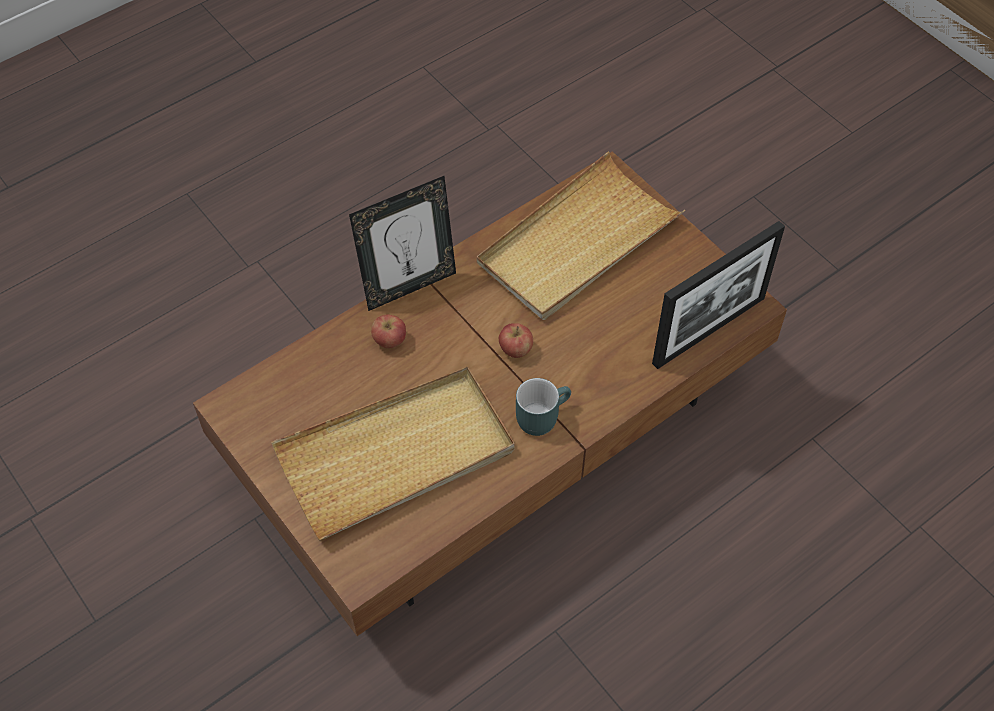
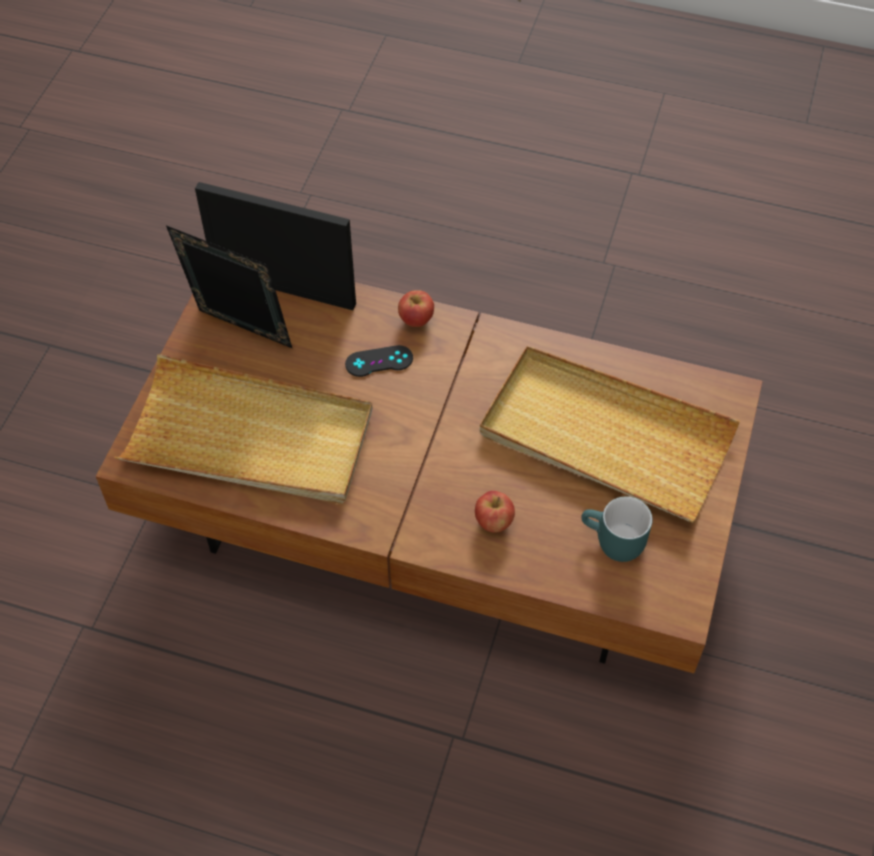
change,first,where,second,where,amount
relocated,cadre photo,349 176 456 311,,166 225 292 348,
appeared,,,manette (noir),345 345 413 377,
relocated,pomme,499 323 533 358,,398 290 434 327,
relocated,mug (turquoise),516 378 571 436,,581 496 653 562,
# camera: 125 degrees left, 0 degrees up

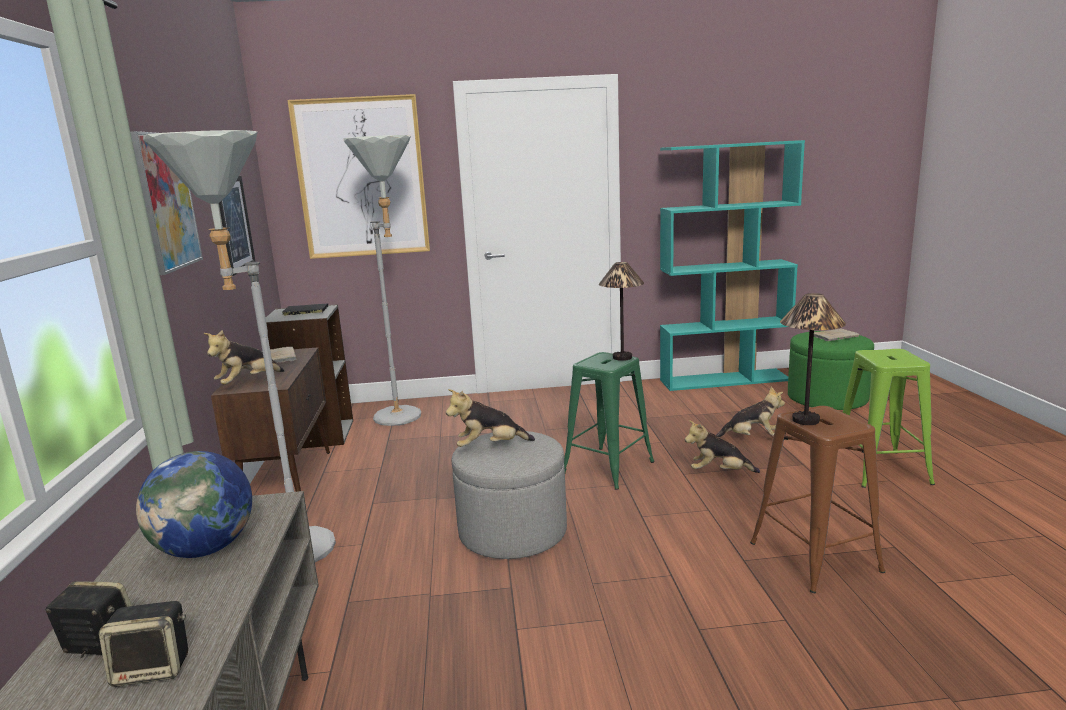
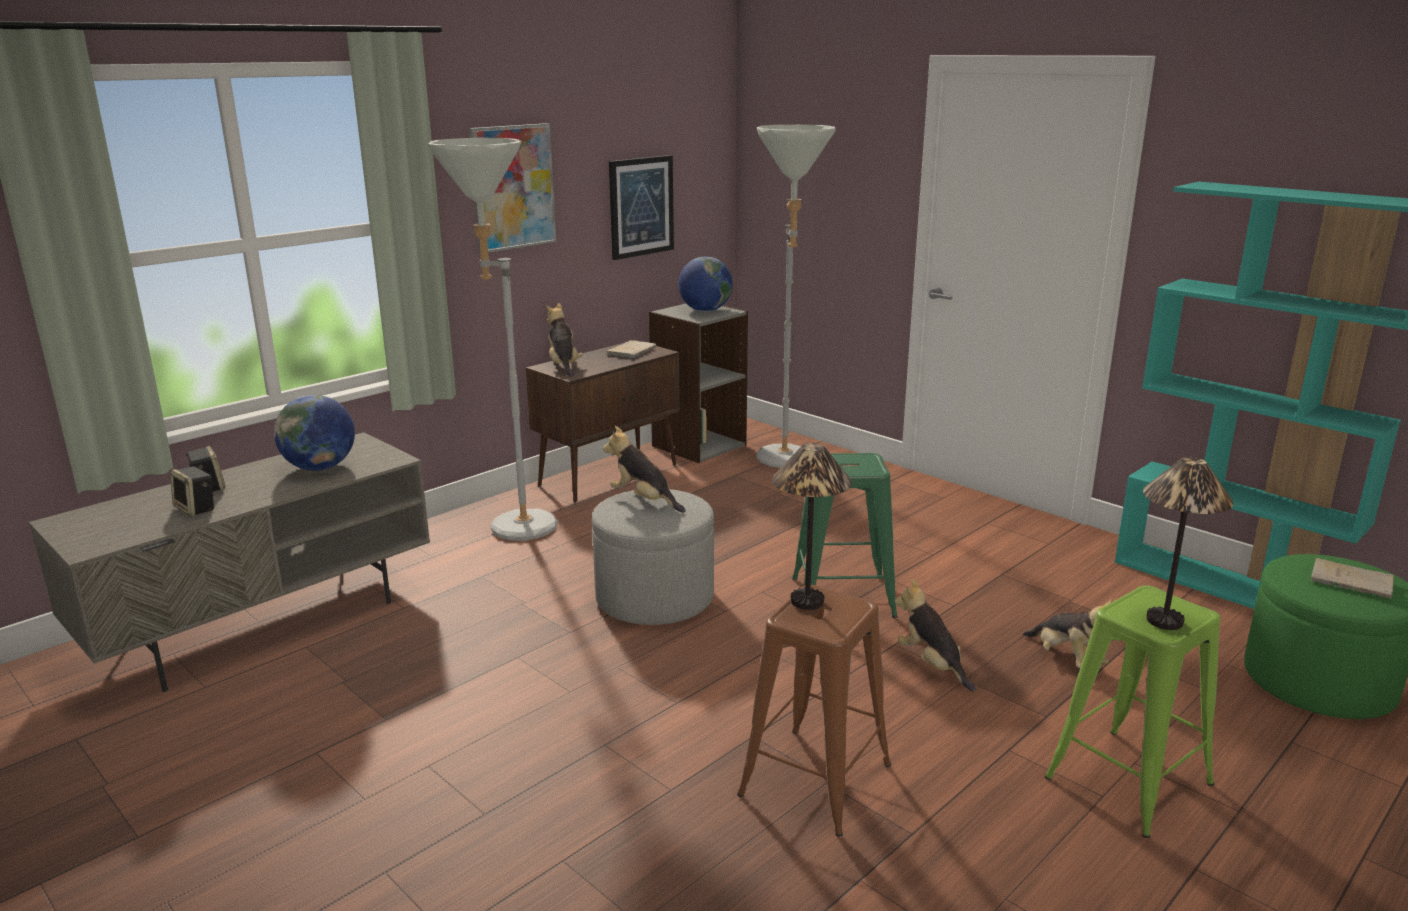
change,first,where,second,where,amount
spun,peluche,204 330 284 385,,546 303 583 377,75 degrees clockwise
exchanged,livre (noir),282 304 328 316,globe,678 257 733 312,
relocated,lampe de table,599 262 644 361,,1143 457 1233 630,
missing,tableau,287 94 430 259,,,
# camera: 50 degrees right, 5 degrees up

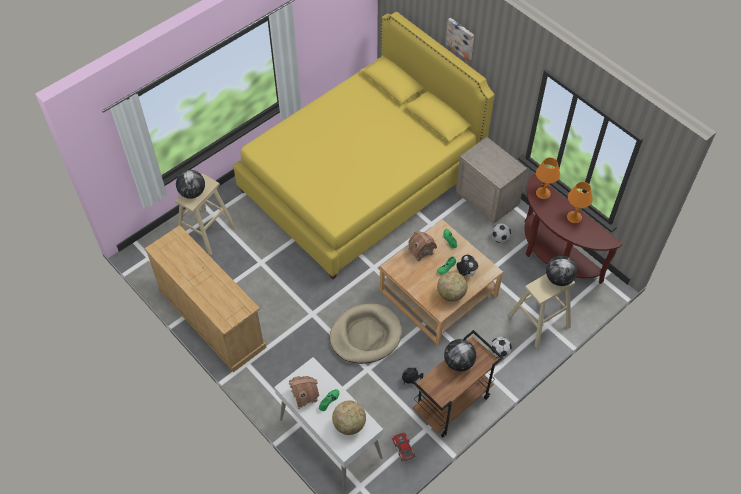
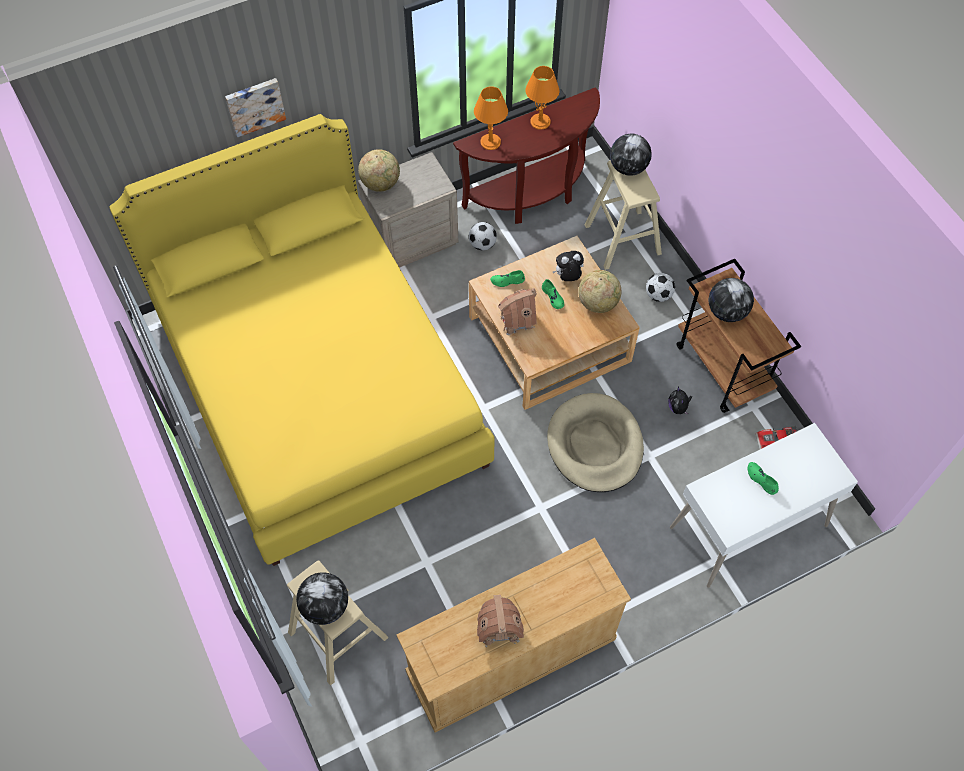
change,first,where,second,where,amount
relocated,globe,332 401 366 435,,358 149 400 192,
relocated,maison miniature,289 376 319 409,,477 595 524 647,
# camera: 75 degrees left, 5 degrees up

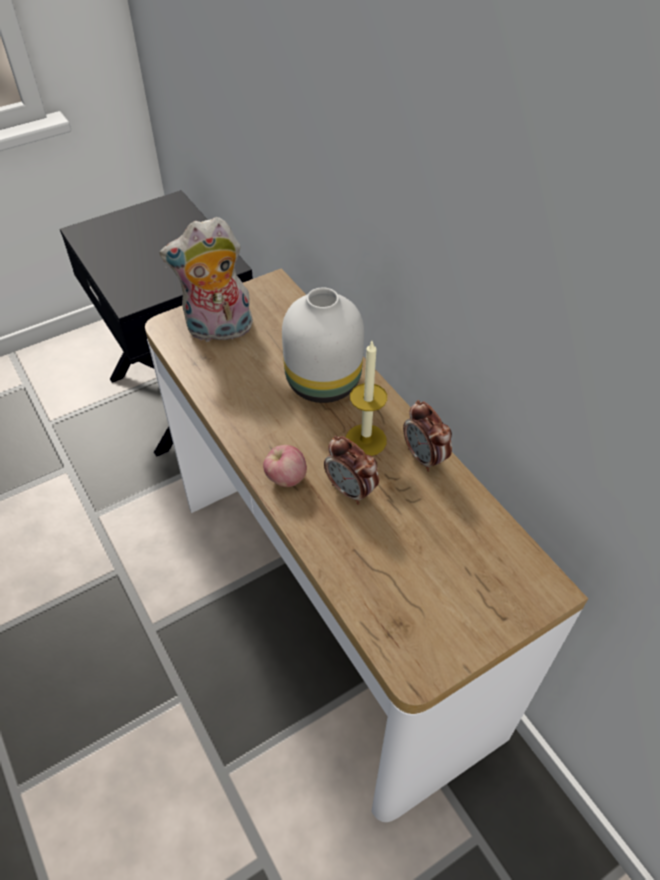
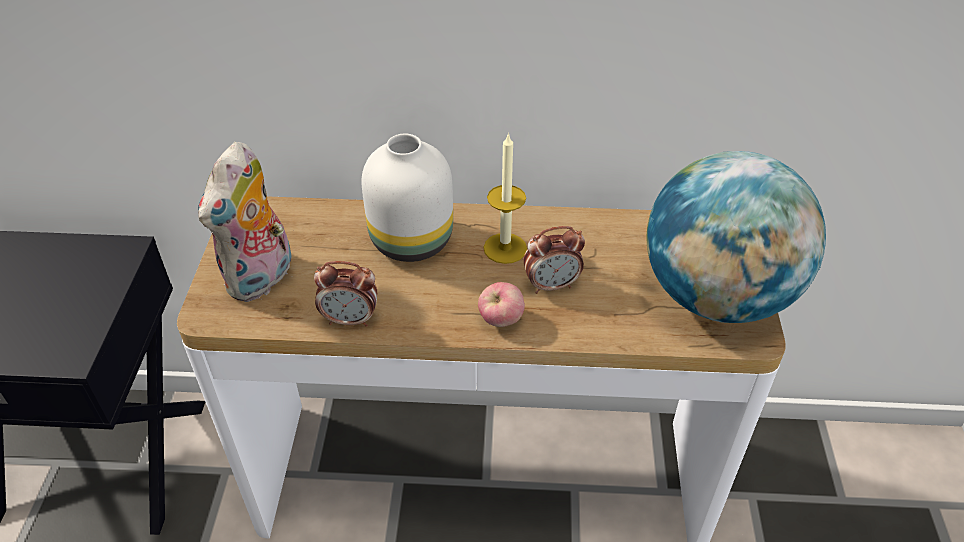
change,first,where,second,where,amount
relocated,réveil,403 400 452 472,,314 261 377 327,
appeared,,,globe,646 151 826 323,
# camera: 55 degrees left, 5 degrees down

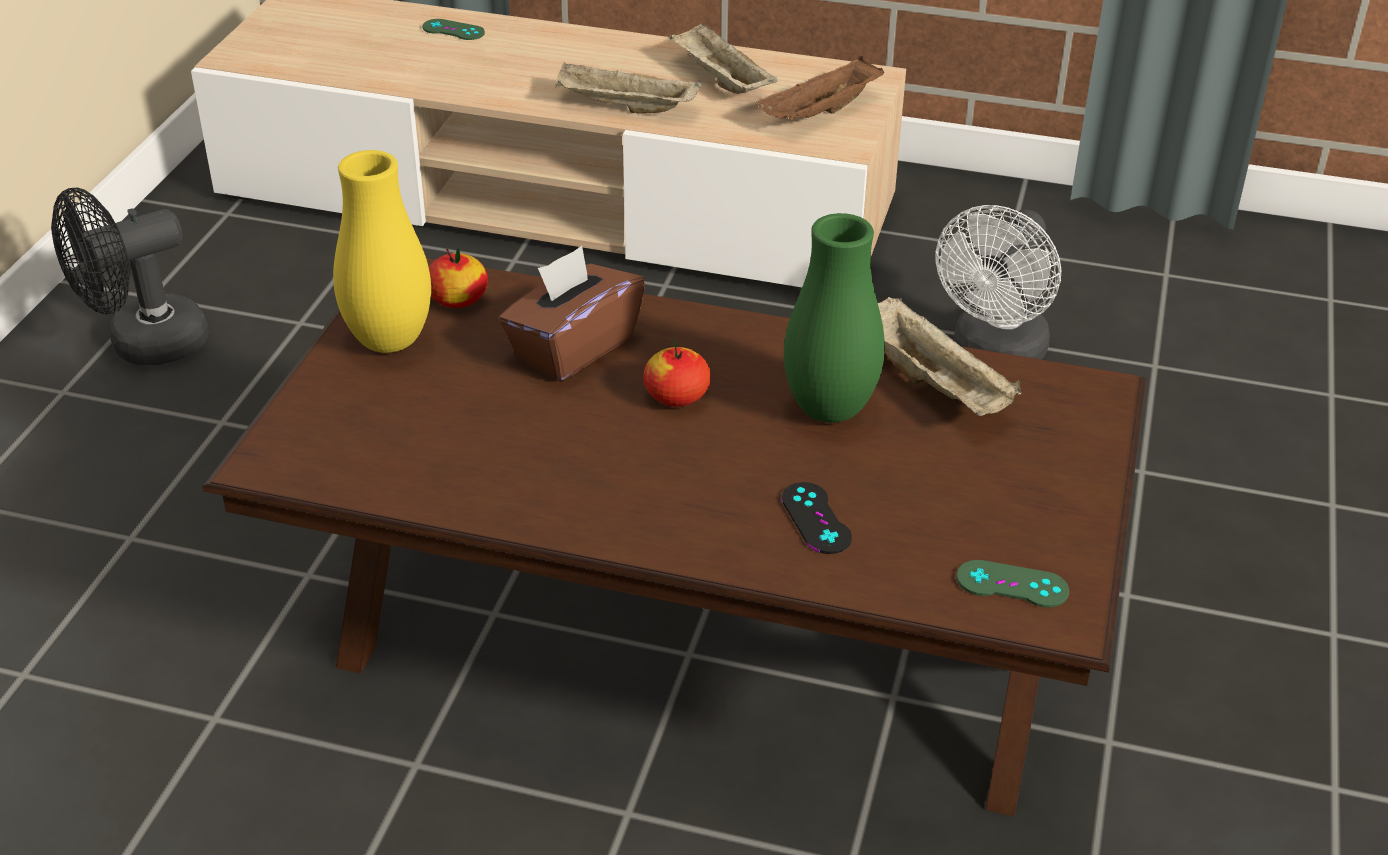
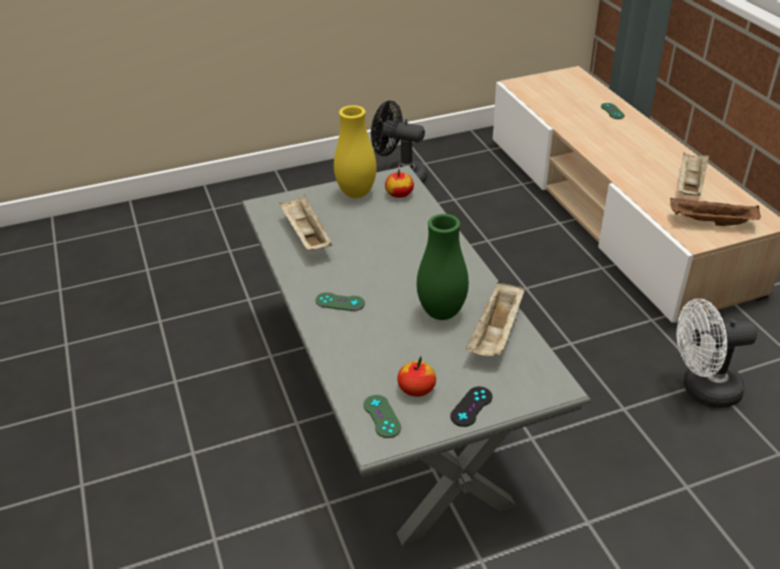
change,first,where,second,where,amount
colour,table basse (marron),202 258 1146 817,table basse (gris),241 166 591 546,
relocated,plateau (beige),555 62 701 114,,279 195 333 250,
appeared,,,manette (vert),316 292 365 311,
relocated,pomme,643 337 711 407,,397 356 436 397,
relocated,manette (noir),781 482 852 554,,450 387 492 427,
missing,boîte à mouchoirs (marron),499 246 645 381,,,
# camera: 55 degrees right, 0 degrees up

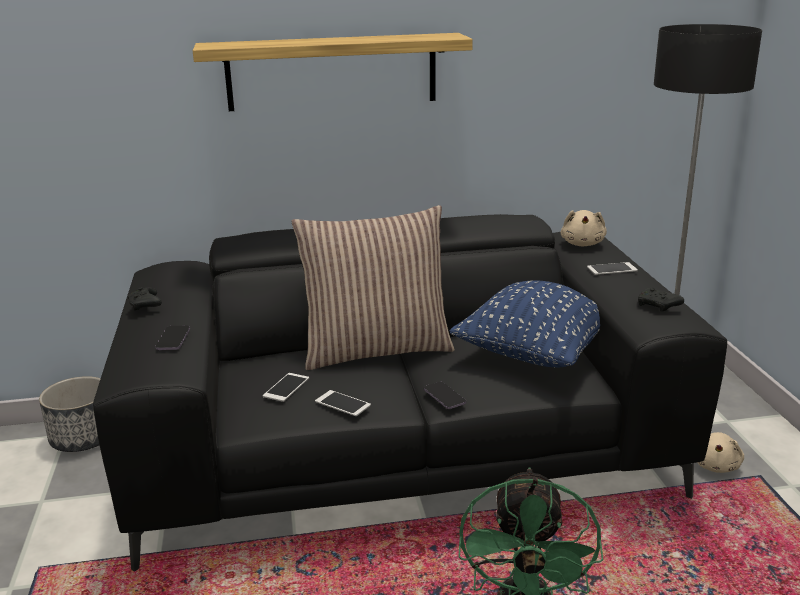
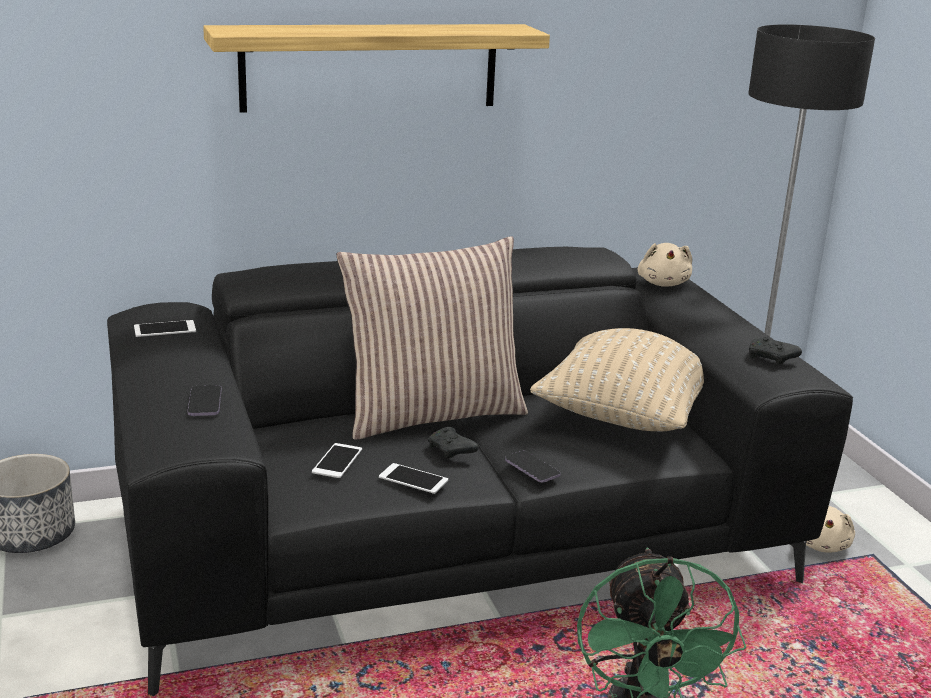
change,first,where,second,where,amount
relocated,téléphone,587 262 638 275,,134 320 196 337,
relocated,manette (noir),127 287 162 310,,428 427 479 458,
colour,coussin (bleu),450 281 600 367,coussin (beige),530 328 704 431,
# camera: 10 degrees left, 0 degrees up

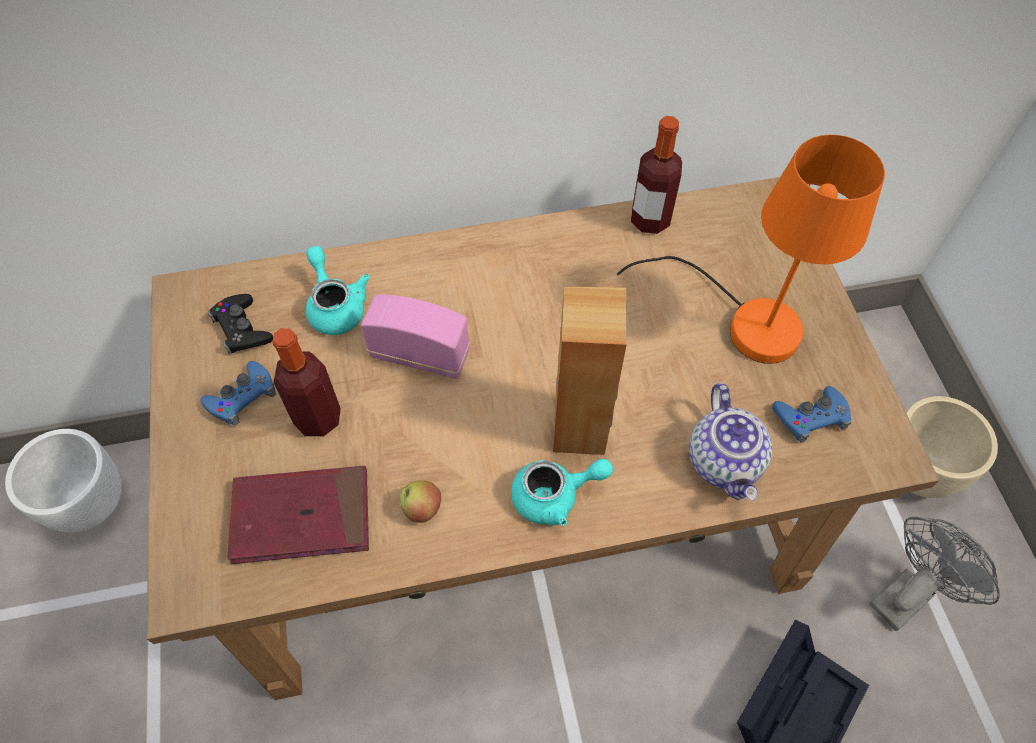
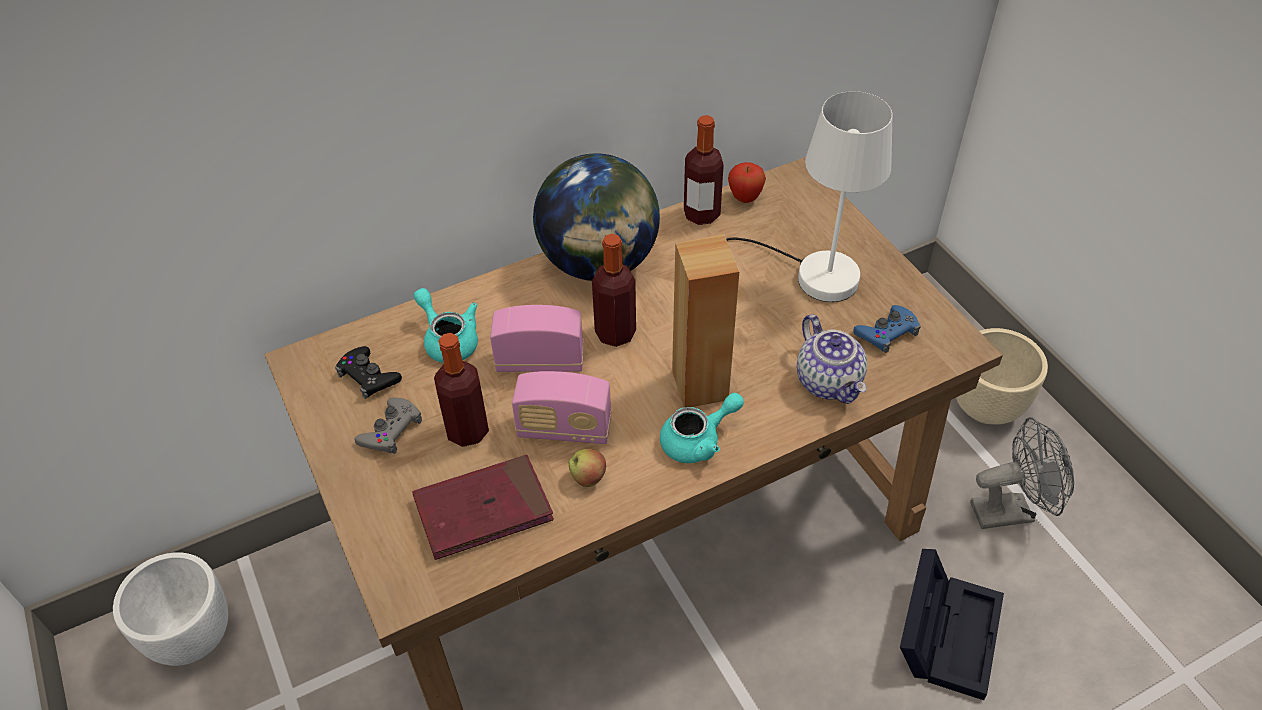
change,first,where,second,where,amount
colour,manette (bleu),200 361 276 426,manette (gris),355 398 422 454,
appeared,,,radio,512 371 612 444,
appeared,,,globe,533 153 660 281,
appeared,,,bouteille,592 234 636 347,
colour,lampe de table (orange),617 135 885 364,lampe de table (blanc),726 91 893 302,
appeared,,,pomme,728 162 766 203,
spun,ventilateur (gris),869 517 1000 631,,970 417 1074 529,45 degrees clockwise
# camera: 15 degrees left, 10 degrees down

